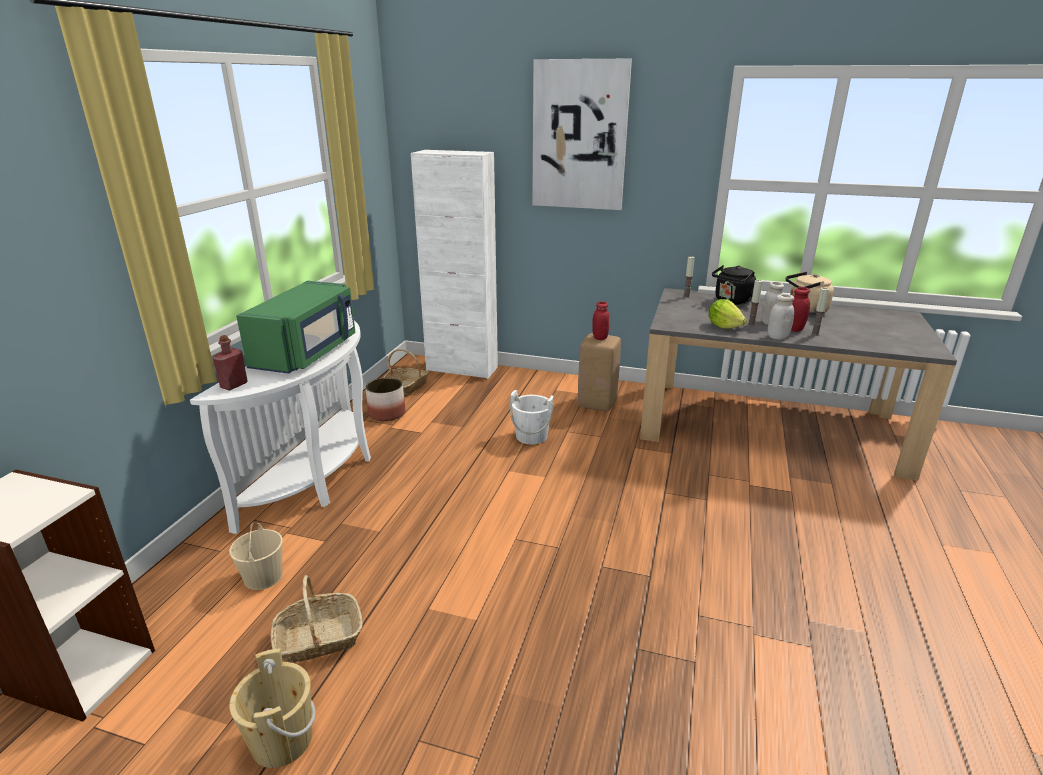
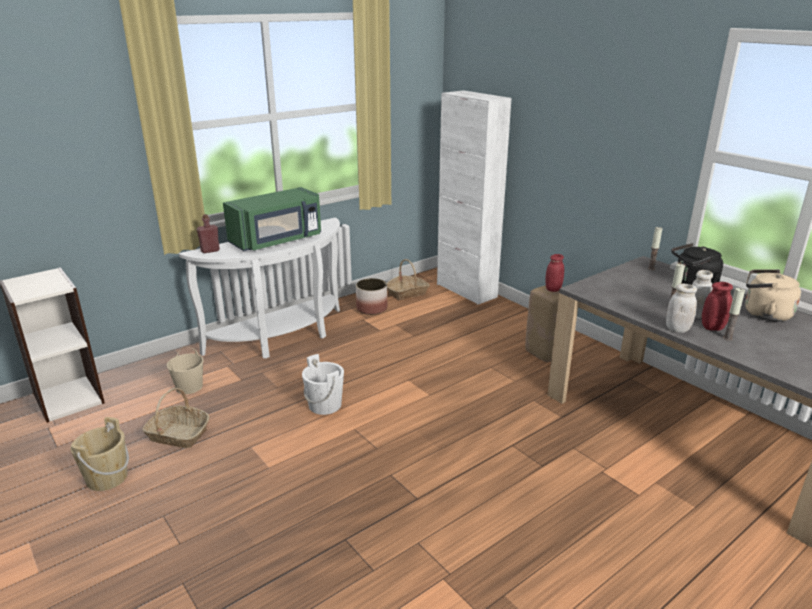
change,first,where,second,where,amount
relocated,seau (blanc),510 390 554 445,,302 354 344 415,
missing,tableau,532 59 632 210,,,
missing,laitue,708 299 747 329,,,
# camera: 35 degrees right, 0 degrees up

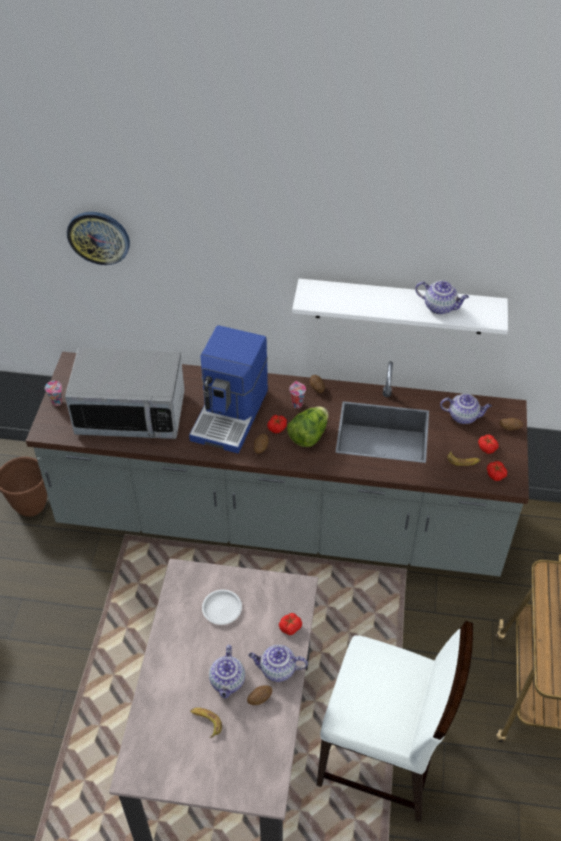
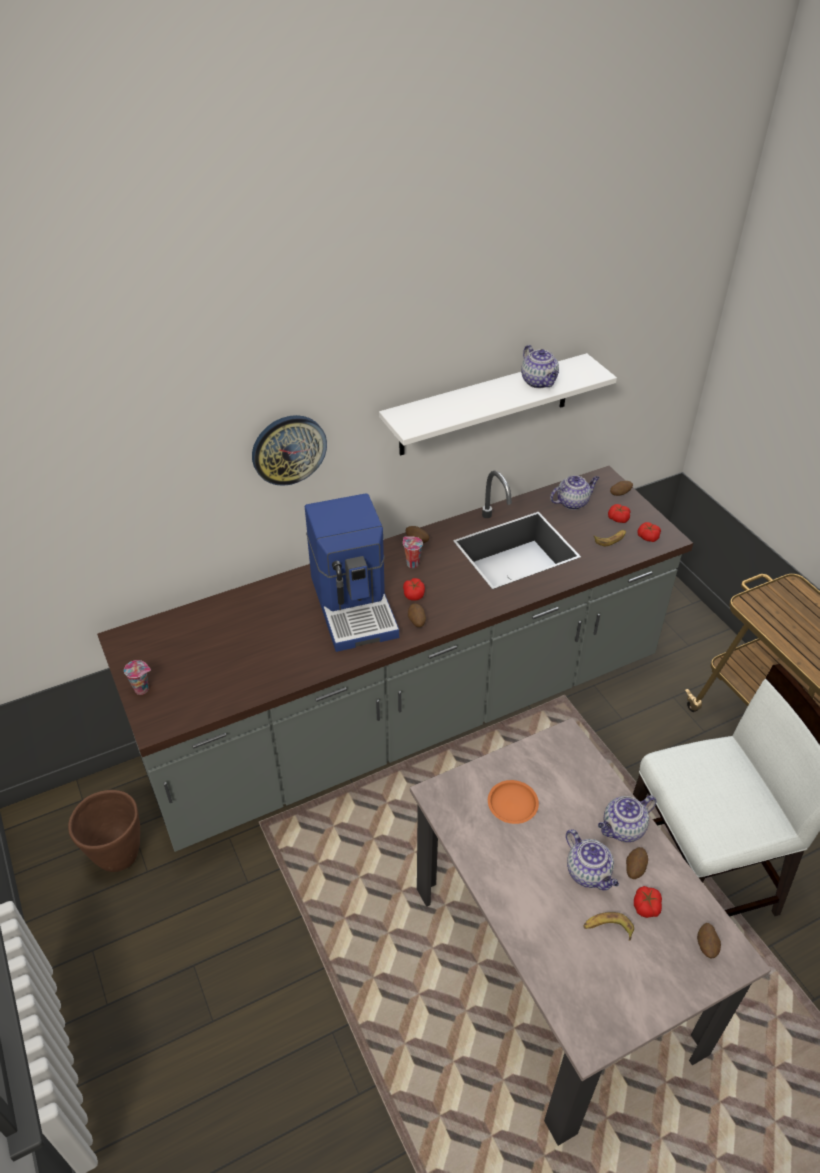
change,first,where,second,where,amount
relocated,horloge murale,67 212 130 265,,252 415 327 486,
colour,assiette (blanc),202 590 242 625,assiette (orange),488 780 539 824,
spun,théière,415 280 469 314,,521 345 559 388,75 degrees clockwise
relocated,tomate,279 613 302 635,,634 886 662 918,
appeared,,,pomme de terre,697 923 721 959,
missing,micro-ondes,65 348 185 439,,,
missing,laitue,287 407 329 447,,,
# camera: 35 degrees left, 5 degrees down

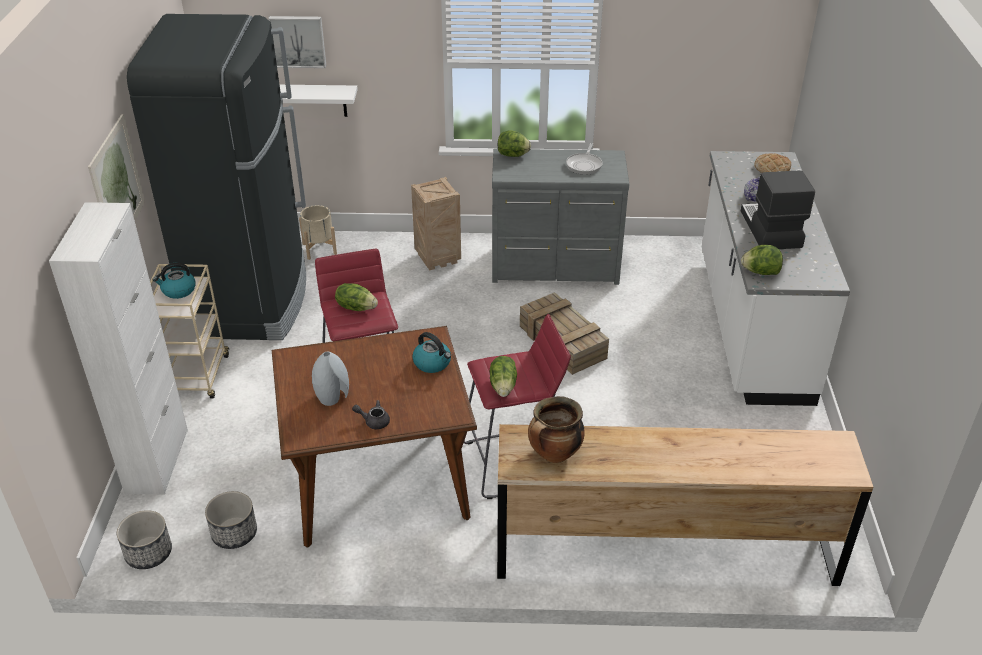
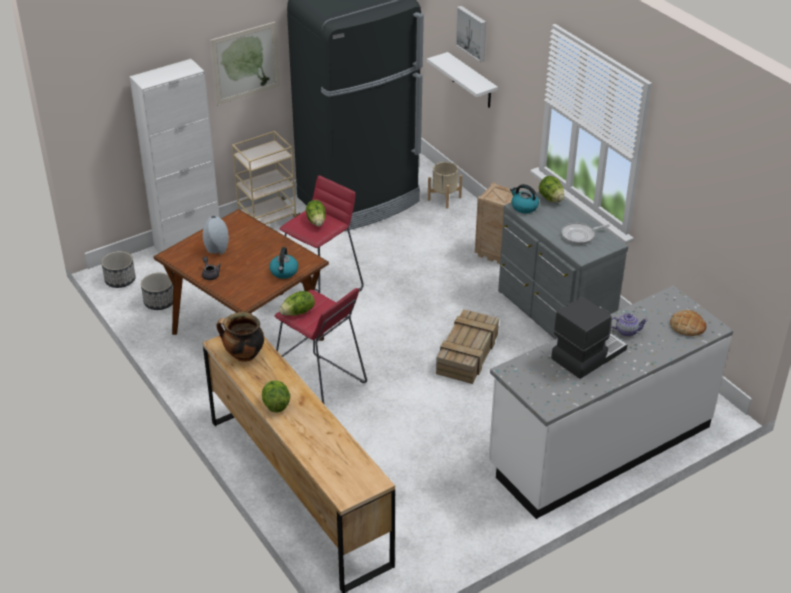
change,first,where,second,where,amount
relocated,laitue,741 245 783 275,,262 380 290 413,
relocated,bouilloire,153 263 196 299,,510 184 539 213,
# camera: 55 degrees right, 0 degrees up

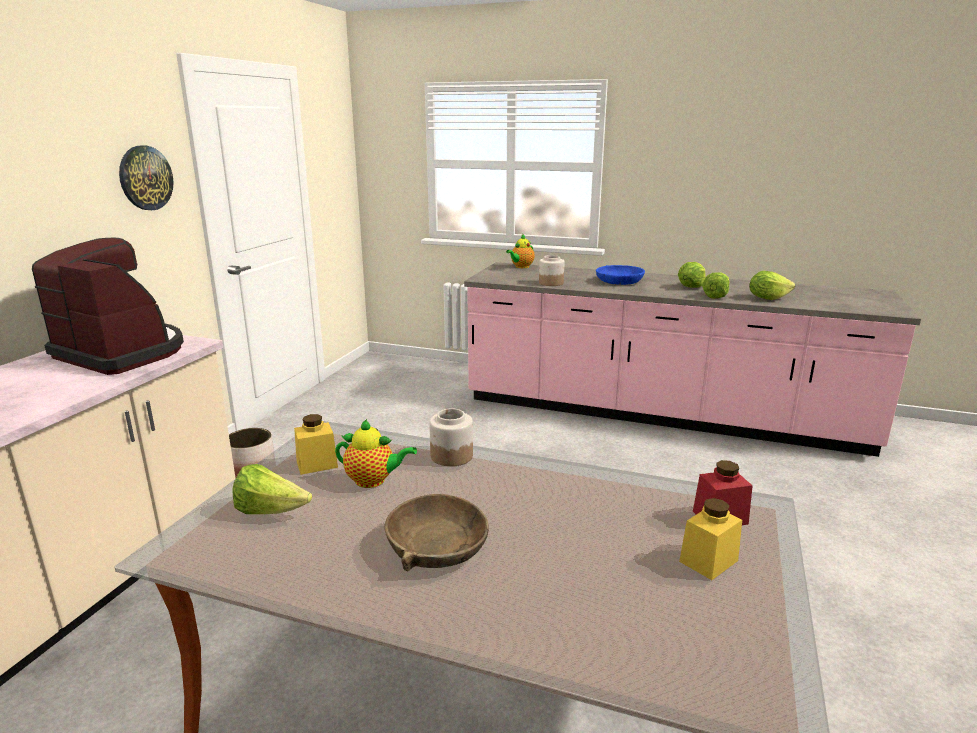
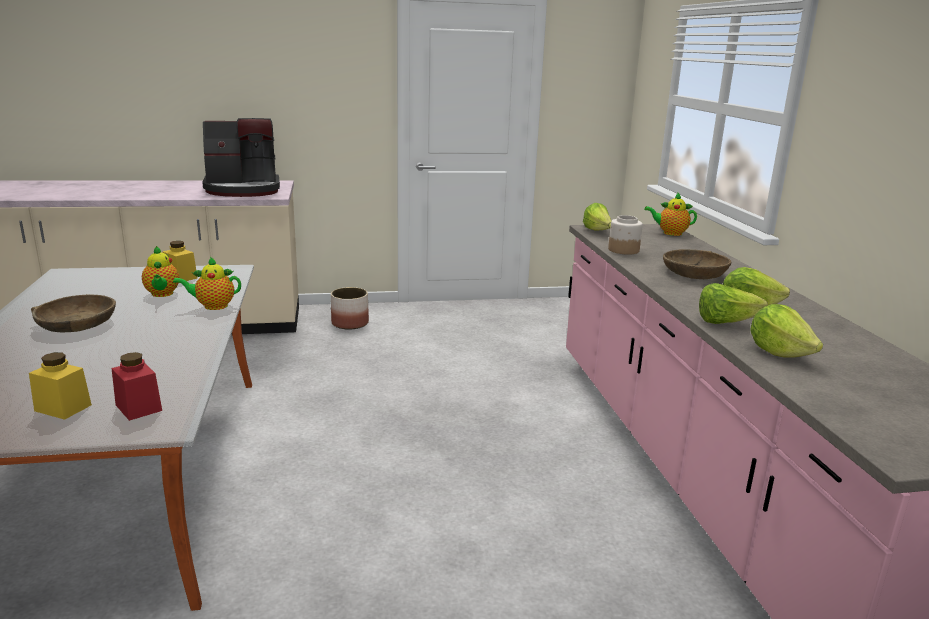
change,first,where,second,where,amount
exchanged,bocal,429 408 473 466,théière,173 257 241 310,
spun,machine à café,32 238 184 375,,202 118 280 197,75 degrees clockwise
relocated,laitue,232 464 312 514,,583 203 611 231,
colour,bol (bleu),596 265 645 285,bol (marron),663 249 731 279,
missing,horloge murale,119 145 174 210,,,
# camera: 60 degrees right, 0 degrees up

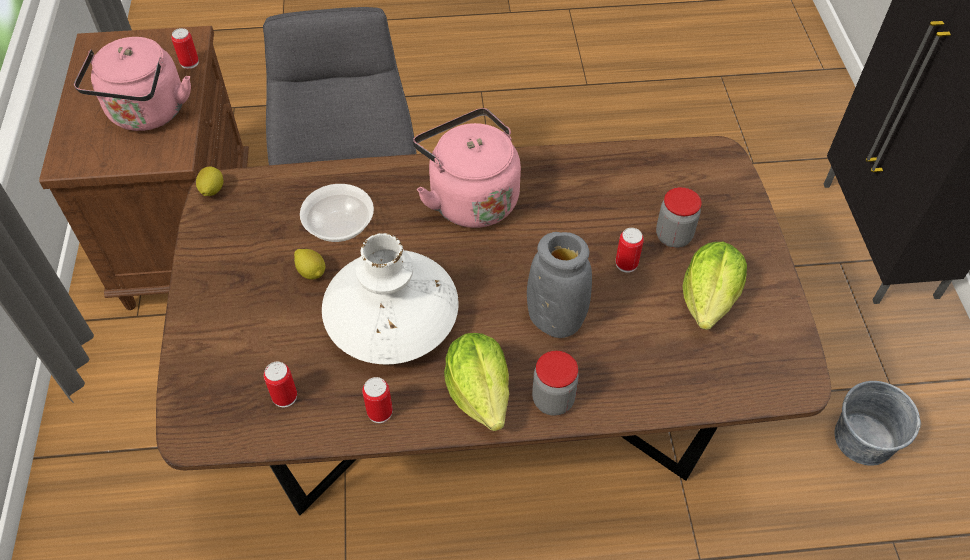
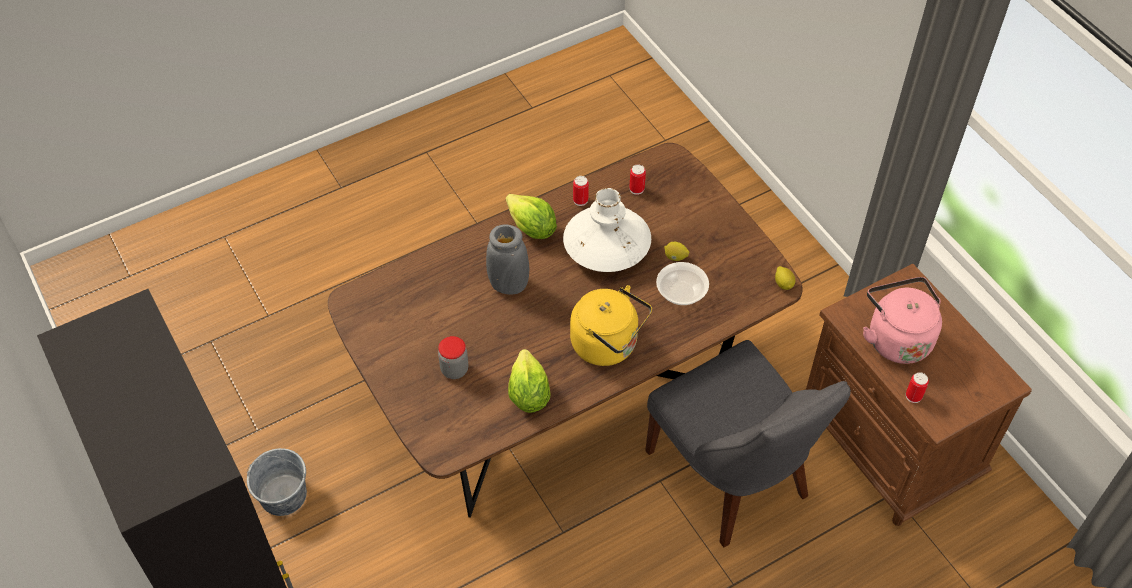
change,first,where,second,where,amount
relocated,laitue,683 242 747 330,,508 349 550 413,
colour,bouilloire (rose),413 108 521 228,bouilloire (jaune),570 285 652 366,
missing,bocal,532 351 579 416,,,
missing,boîte métallique,616 228 644 273,,,
# camera: 155 degrees right, 0 degrees up

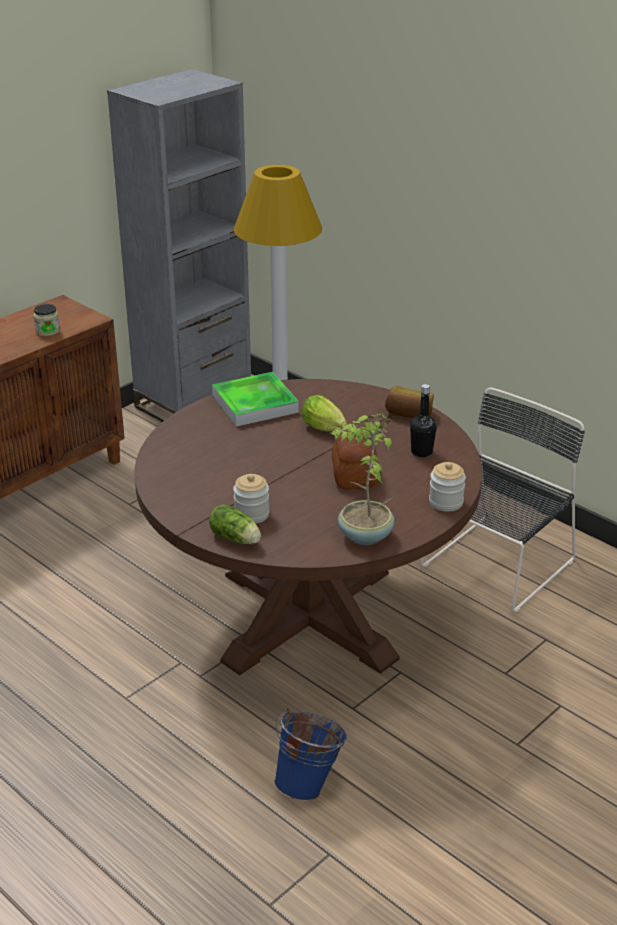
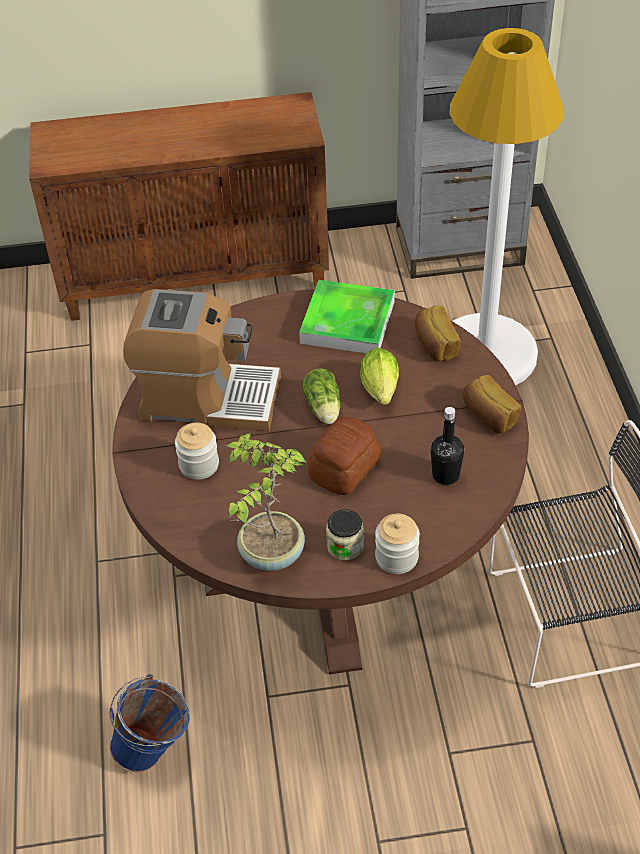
change,first,where,second,where,amount
appeared,,,machine à café,123 289 281 431,
relocated,laitue,209 504 261 544,,303 368 341 424,
relocated,bocal,33 304 60 337,,326 509 364 560,
appeared,,,pain,415 306 461 361,
# camera: 40 degrees right, 15 degrees up

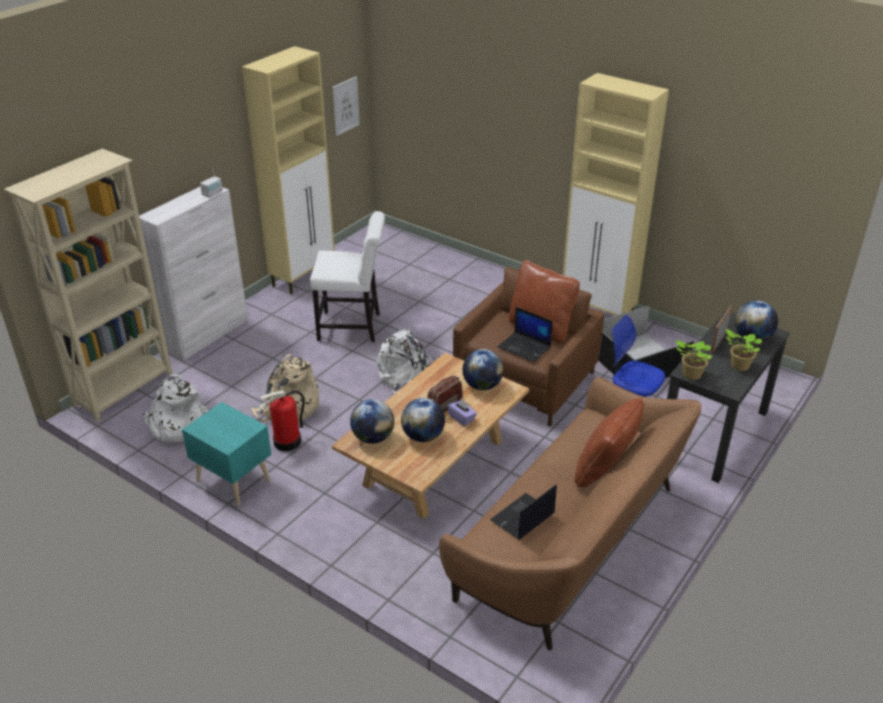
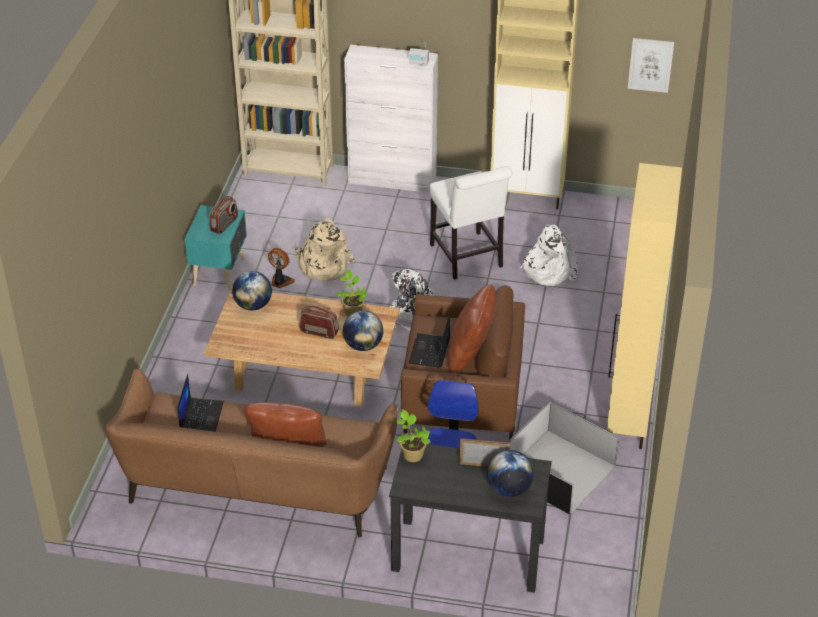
change,first,where,second,where,amount
spun,ordinateur portable,490 484 557 540,,177 374 224 432,75 degrees clockwise
appeared,,,radio,209 196 238 234,
exchanged,extincteur,259 390 305 451,ventilateur,268 248 295 288,
relocated,plante en pot,725 329 762 371,,335 270 368 316,
relocated,sac à dos (blanc),143 374 208 443,,520 225 578 286,
missing,globe,401 398 445 442,,,
missing,boîte à mouchoirs (violet),447 399 477 426,,,
# camera: 65 degrees right, 5 degrees up

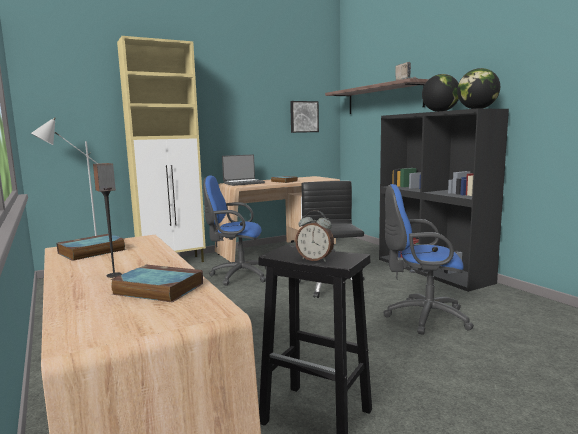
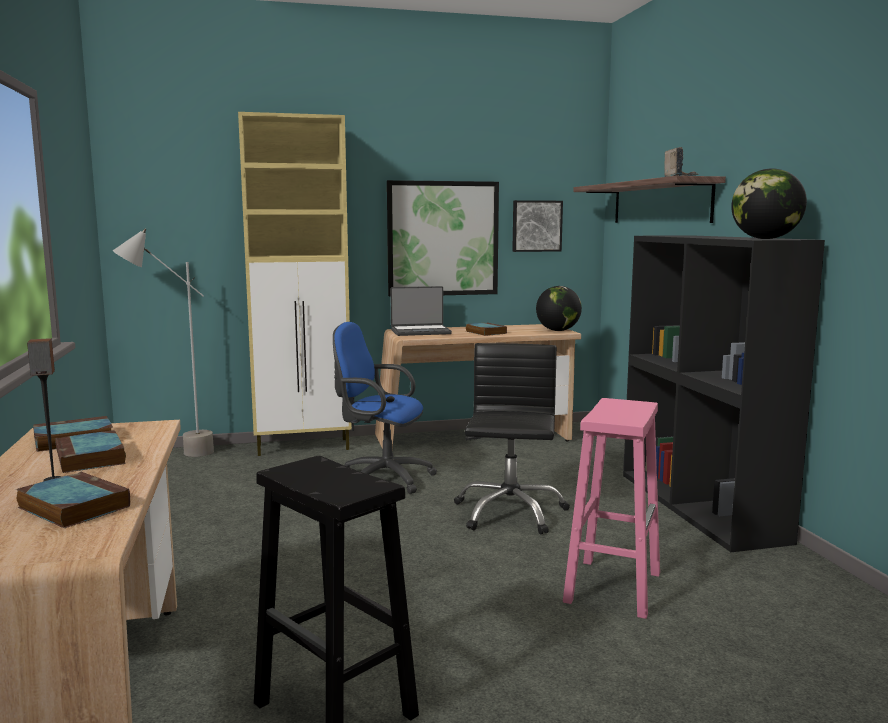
change,first,where,second,where,amount
appeared,,,livre,55 430 126 473,
appeared,,,tableau,387 180 499 297,
relocated,globe,422 74 459 112,,536 286 582 331,
exchanged,chaise de bureau (bleu),384 184 474 335,tabouret (rose),563 398 660 619,
missing,réveil,295 210 334 261,,,
# camera: 15 degrees right, 0 degrees up

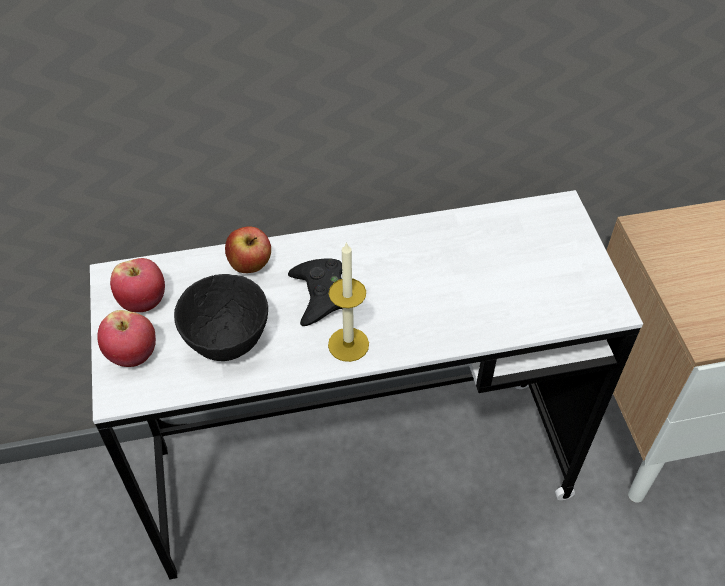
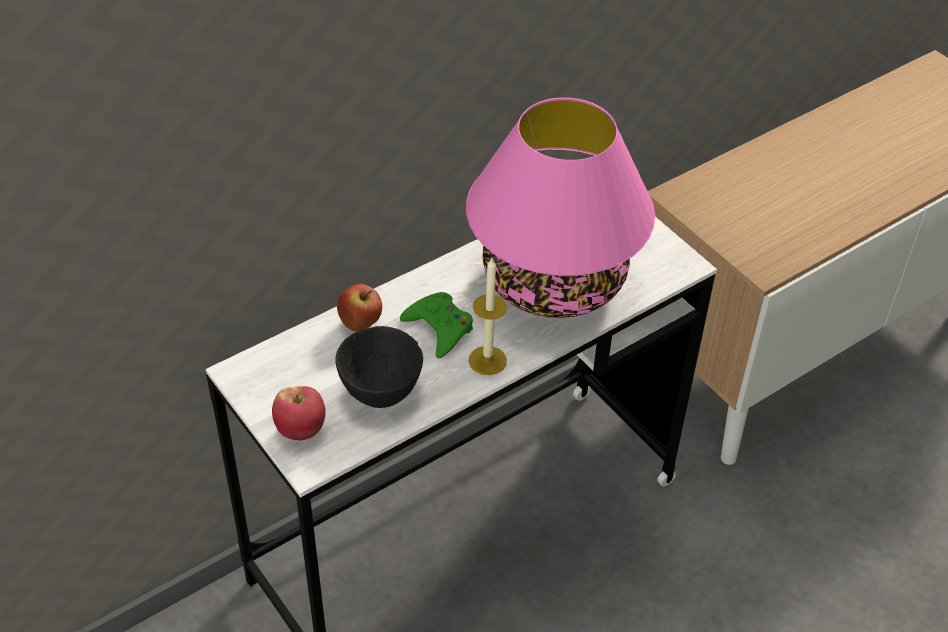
change,first,where,second,where,amount
colour,manette (noir),288 258 342 326,manette (vert),400 292 473 358,
appeared,,,lampe de table (rose),466 97 655 318,
missing,pomme,110 258 165 312,,,
# camera: 25 degrees left, 5 degrees down

